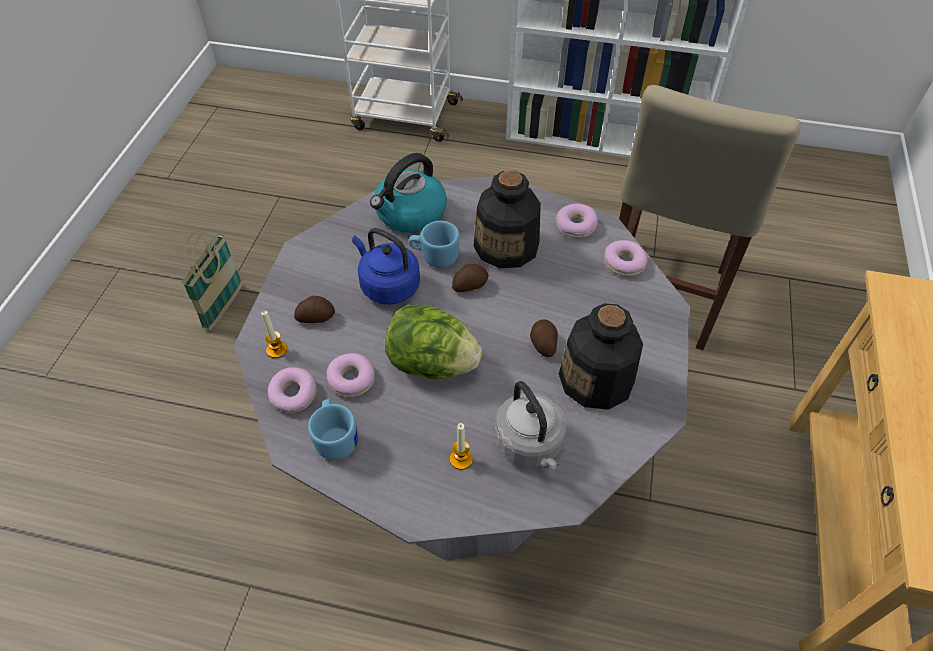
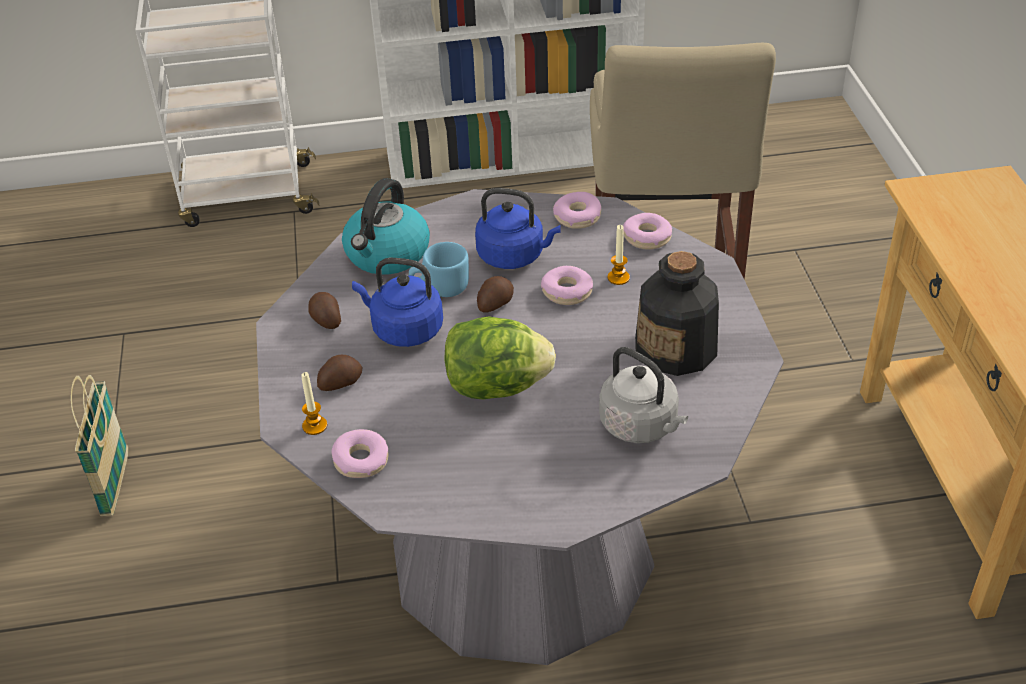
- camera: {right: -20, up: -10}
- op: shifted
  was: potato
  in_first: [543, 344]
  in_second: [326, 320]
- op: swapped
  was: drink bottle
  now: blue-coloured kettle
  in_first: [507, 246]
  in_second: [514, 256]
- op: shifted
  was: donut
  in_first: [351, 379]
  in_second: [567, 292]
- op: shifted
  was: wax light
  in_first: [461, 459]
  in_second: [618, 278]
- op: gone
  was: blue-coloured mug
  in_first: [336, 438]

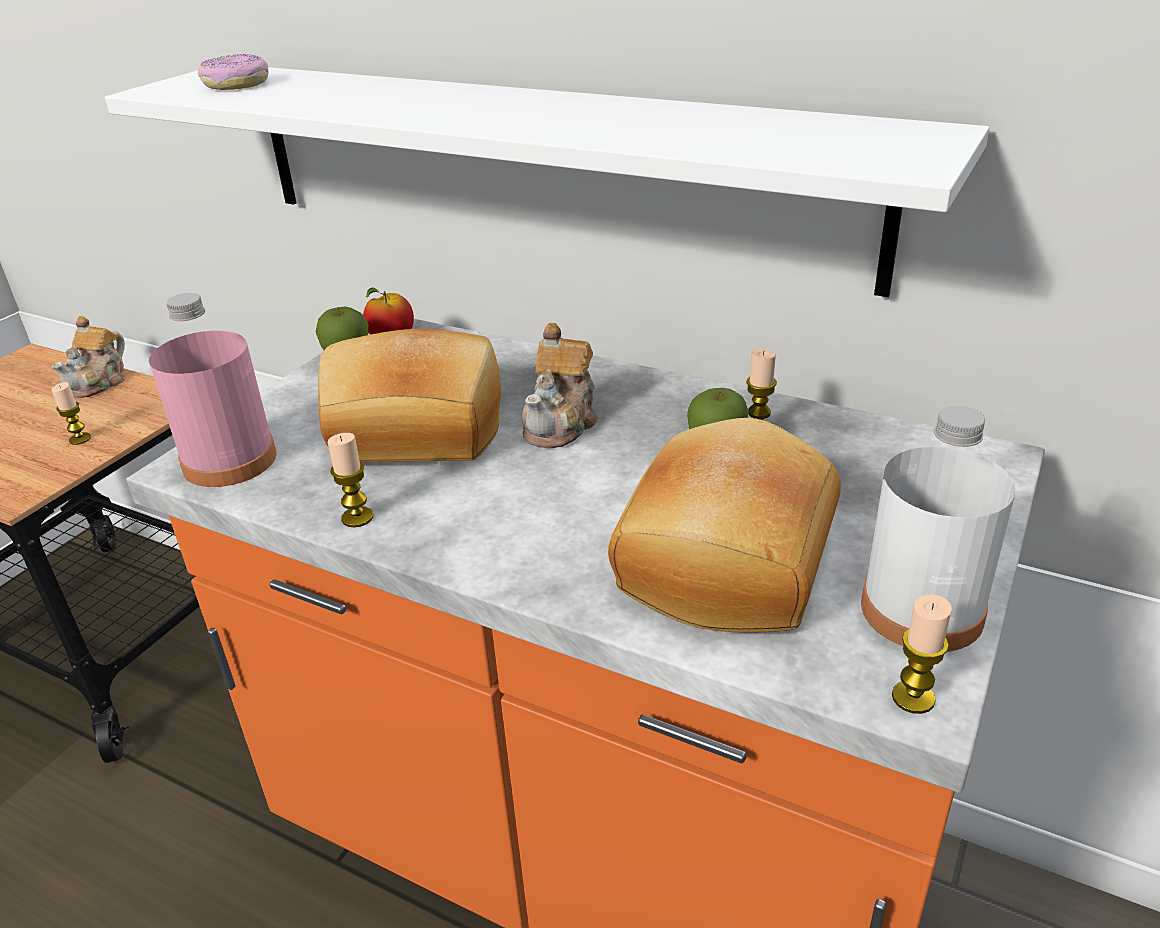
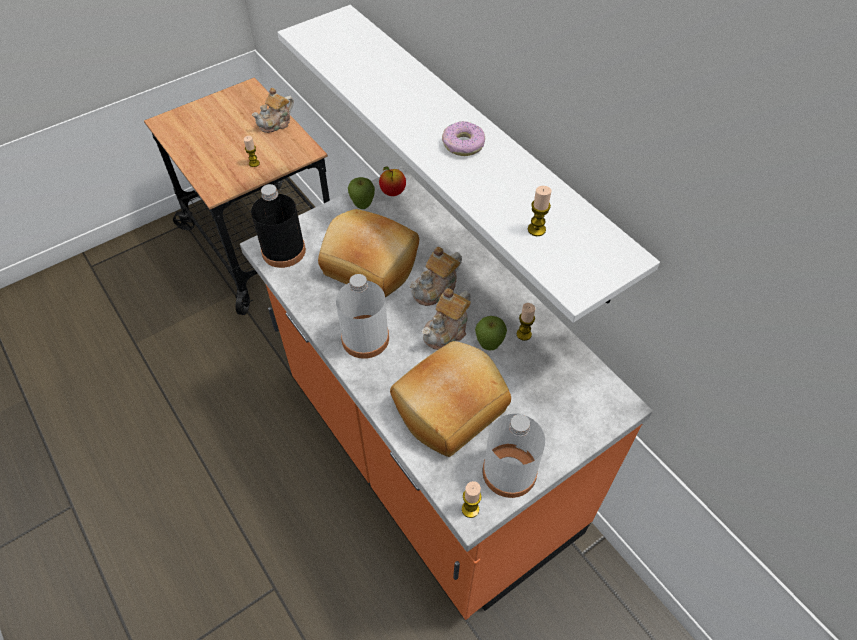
- camera: {right: 25, up: 20}
- op: repainted
  was: pink drink bottle
  now: black drink bottle
  in_first: [230, 461]
  in_second: [283, 251]
- op: new
  now: whitish drink bottle
  in_second: [365, 338]
- op: new
  now: teapot
  in_second: [447, 331]
- op: shifted
  was: donut
  in_first: [236, 84]
  in_second: [463, 144]
- op: shifted
  was: wax light
  in_first: [357, 517]
  in_second: [536, 229]

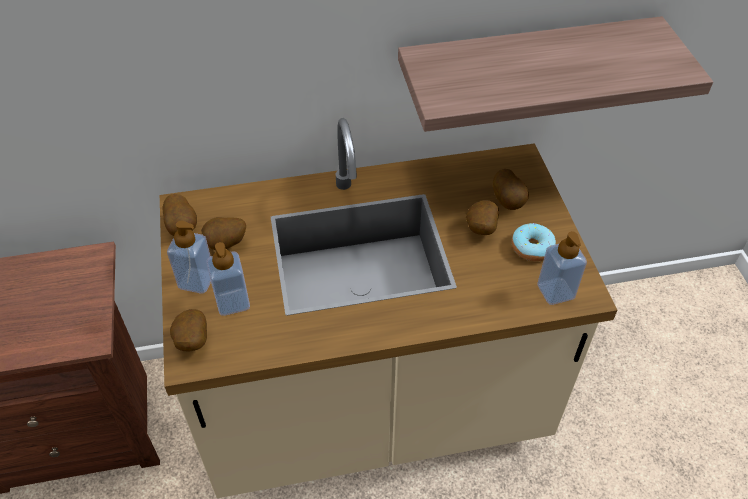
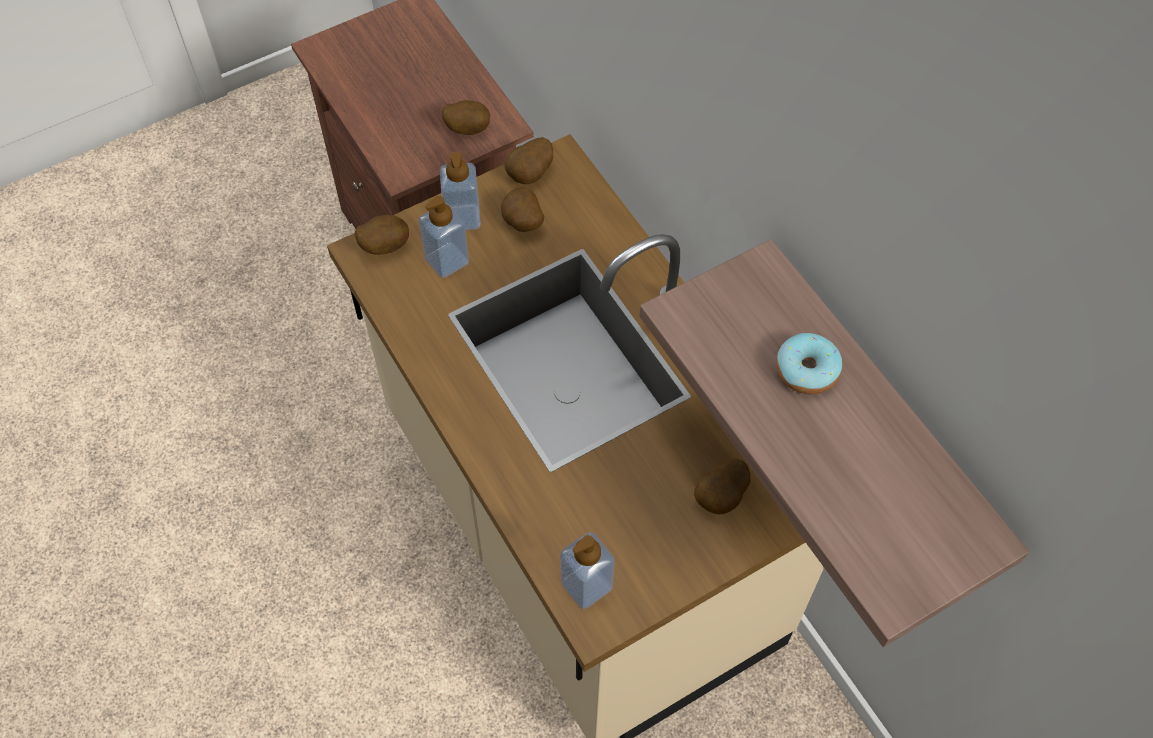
- camera: {right: 70, up: 10}
- op: shifted
  was: potato
  in_first: [480, 230]
  in_second: [467, 128]
- op: shifted
  was: donut
  in_first: [532, 248]
  in_second: [806, 370]

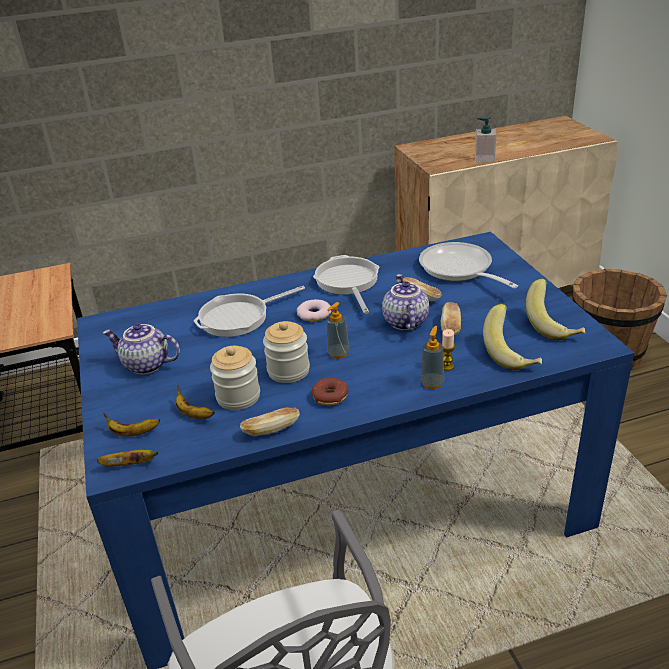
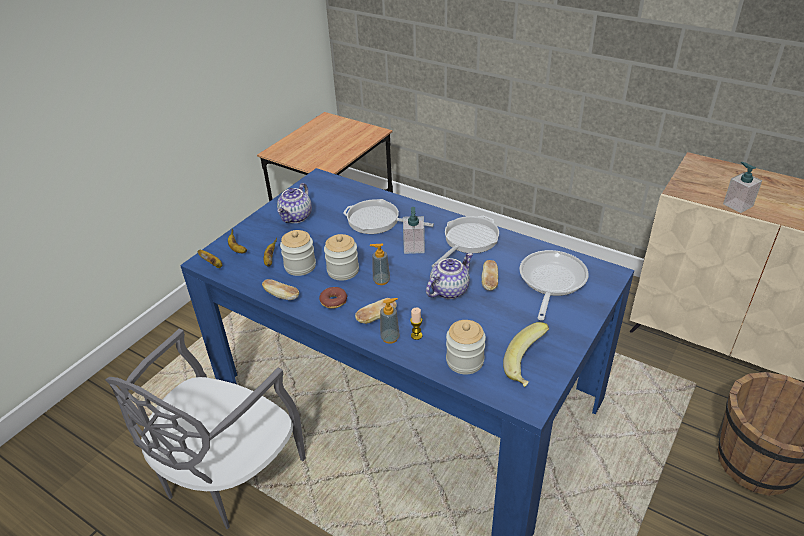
- camera: {right: 50, up: 5}
- op: rotated
  was: teapot
  in_first: [145, 365]
  in_second: [296, 217]
  clockwise: -135
- op: shifted
  was: bread
  in_first: [451, 327]
  in_second: [376, 317]
- op: swapped
  was: donut
  now: liquid soap bottle
  in_first: [314, 314]
  in_second: [414, 247]
- op: swapped
  was: whole banana
  now: jar
  in_first: [512, 354]
  in_second: [465, 361]

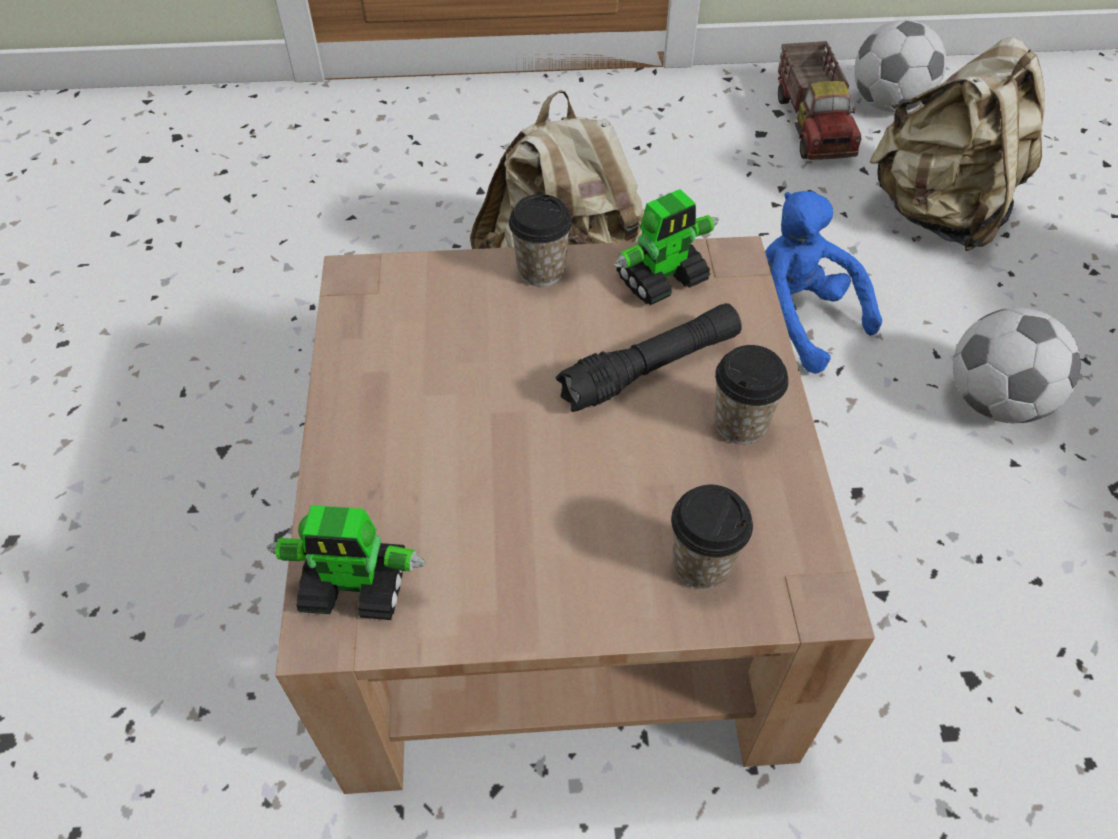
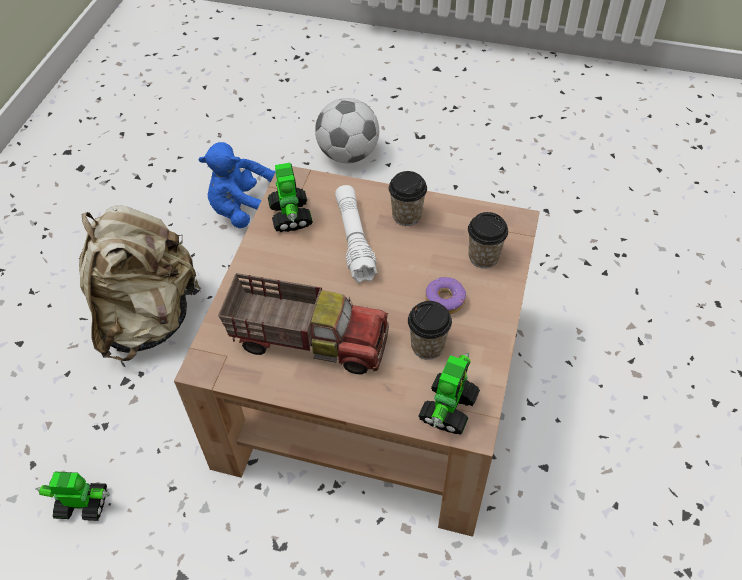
- camera: {right: -70, up: 0}
- op: new
  now: toy robot
  in_second: [82, 504]
- op: shifted
  was: model truck
  in_first: [813, 124]
  in_second: [308, 339]
- op: repainted
  was: black flashlight
  now: whitish flashlight
  in_first: [650, 369]
  in_second: [354, 239]
- op: shifted
  was: drinking cup
  in_first: [541, 270]
  in_second: [427, 346]
- op: new
  now: donut
  in_second: [445, 300]
- op: gone
  was: football ball
  in_first: [887, 104]
- op: gone
  was: sand-coloured backpack
  in_first: [938, 212]

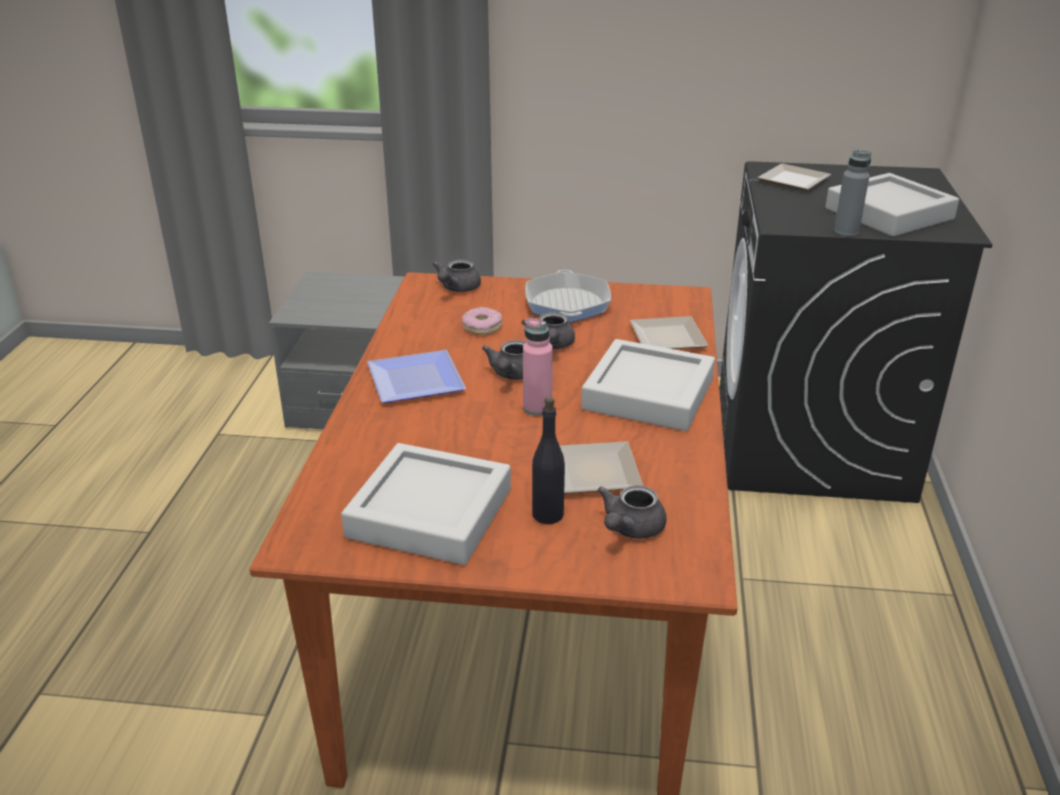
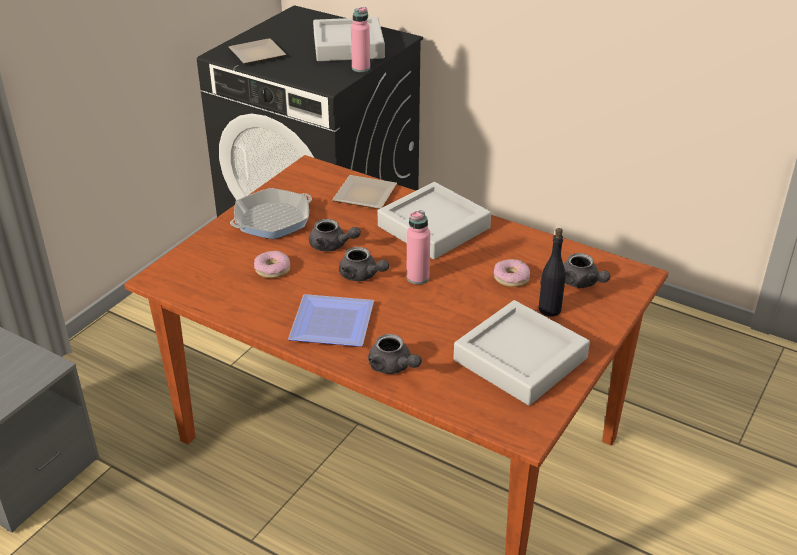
- camera: {right: -65, up: 5}
- op: rotated
  was: frying pan
  in_first: [567, 304]
  in_second: [272, 220]
  clockwise: -60
- op: repainted
  was: greyish drink bottle
  now: pink drink bottle
  in_first: [846, 231]
  in_second: [361, 68]
- op: shifted
  was: greyish teapot
  in_first: [457, 289]
  in_second: [393, 367]
- op: swapped
  was: dinner plate
  now: donut
  in_first: [592, 471]
  in_second: [511, 278]

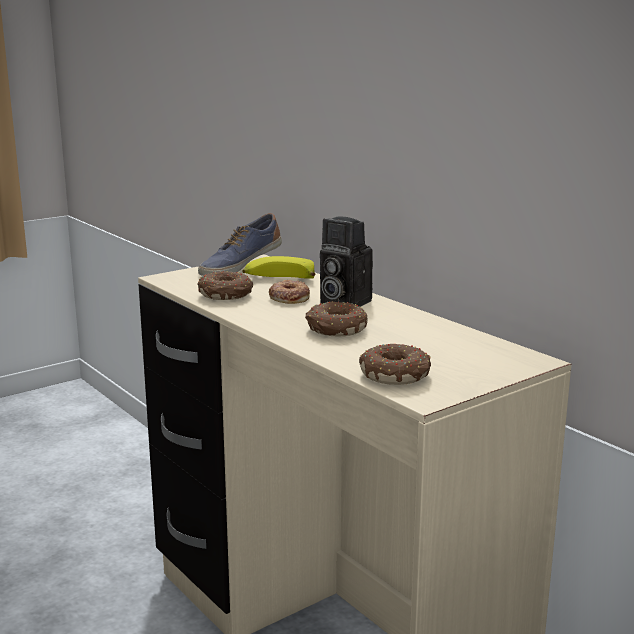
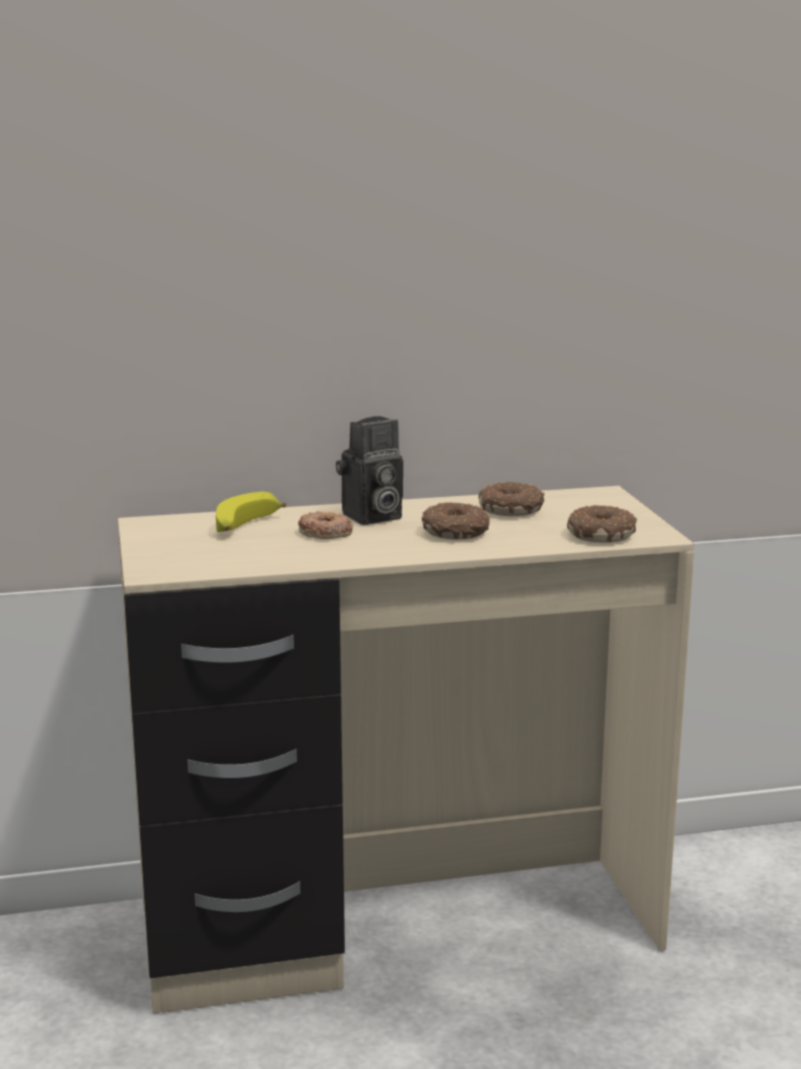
- camera: {right: -65, up: 0}
- op: shifted
  was: donut
  in_first: [226, 295]
  in_second: [512, 510]
- op: gone
  was: item of footwear
  in_first: [240, 266]

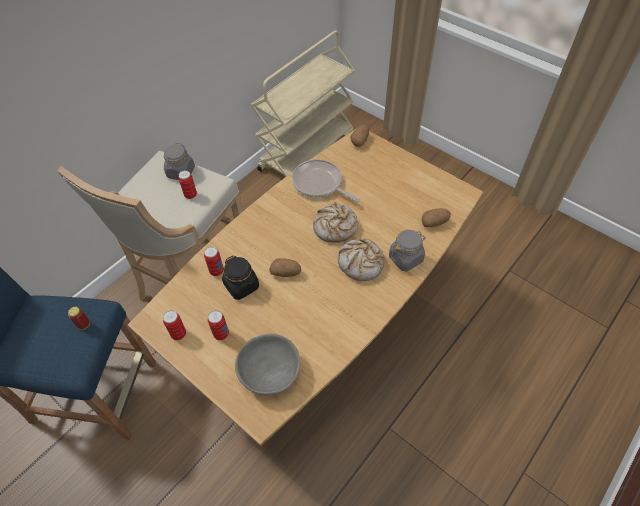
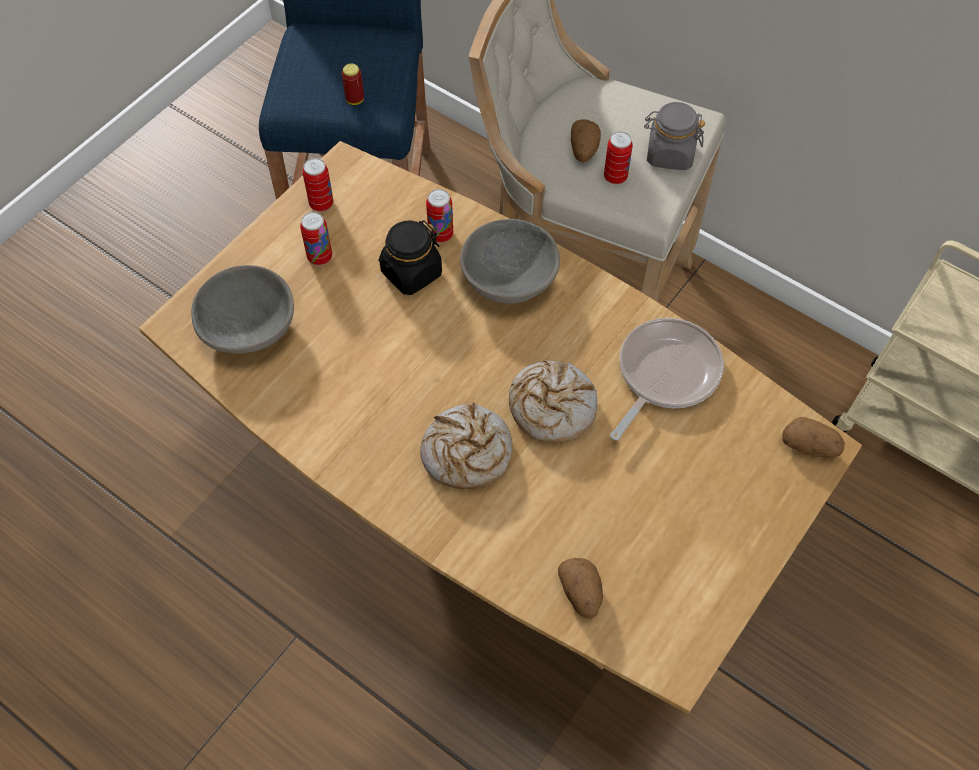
- camera: {right: 85, up: 5}
- op: new
  now: greyish deep dish
  in_second: [510, 278]
- op: shifted
  was: potato
  in_first: [286, 272]
  in_second: [583, 150]
- op: gone
  was: greyish jar
  in_first: [406, 258]

